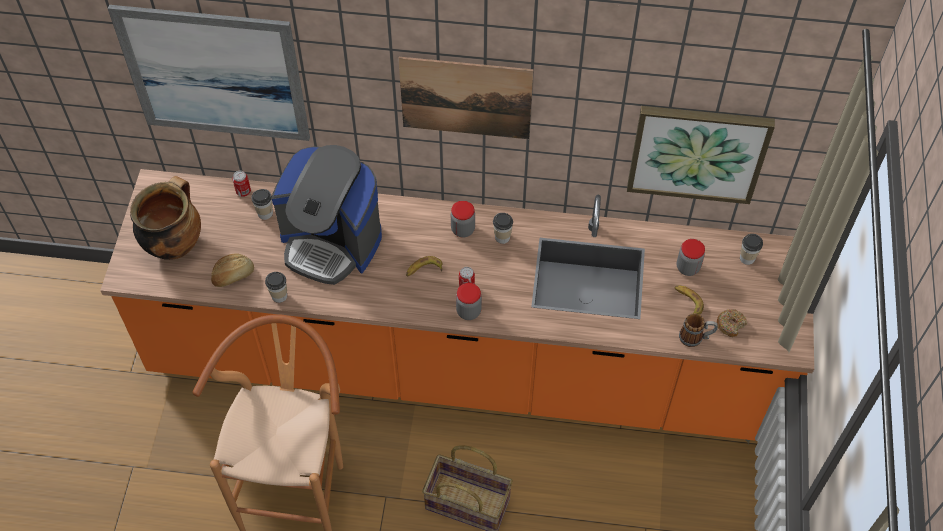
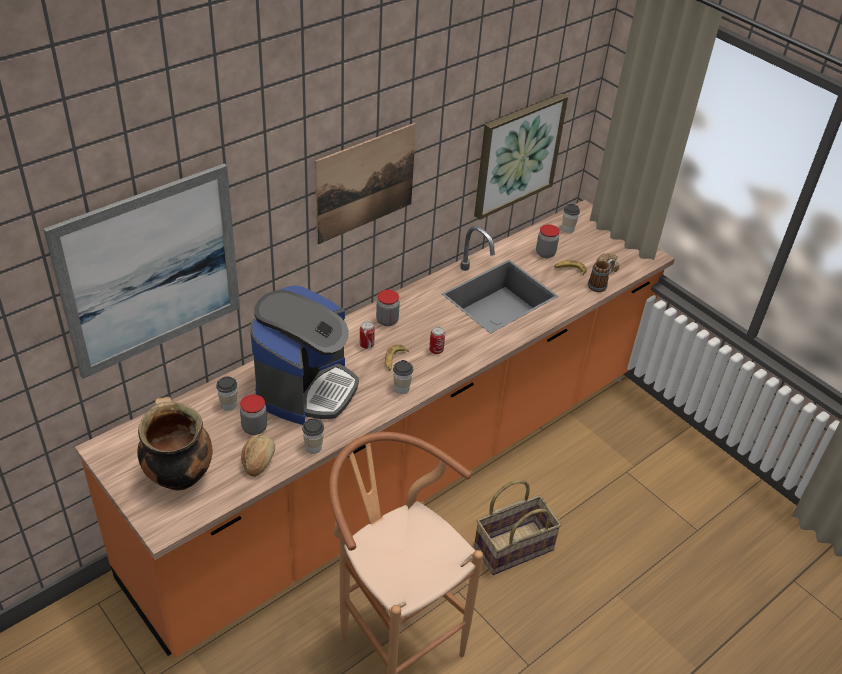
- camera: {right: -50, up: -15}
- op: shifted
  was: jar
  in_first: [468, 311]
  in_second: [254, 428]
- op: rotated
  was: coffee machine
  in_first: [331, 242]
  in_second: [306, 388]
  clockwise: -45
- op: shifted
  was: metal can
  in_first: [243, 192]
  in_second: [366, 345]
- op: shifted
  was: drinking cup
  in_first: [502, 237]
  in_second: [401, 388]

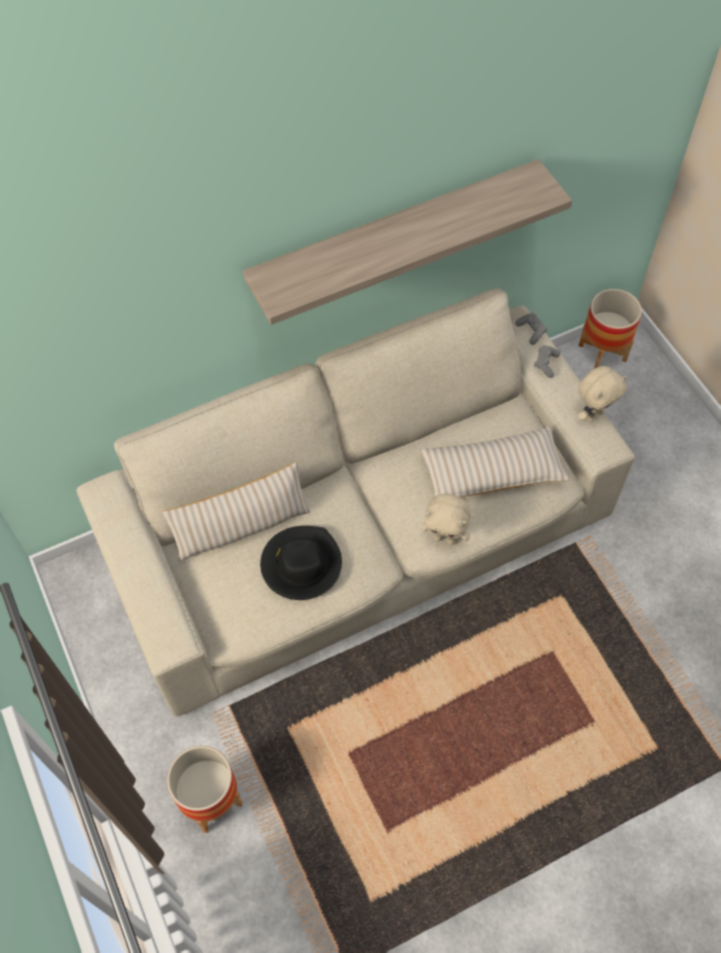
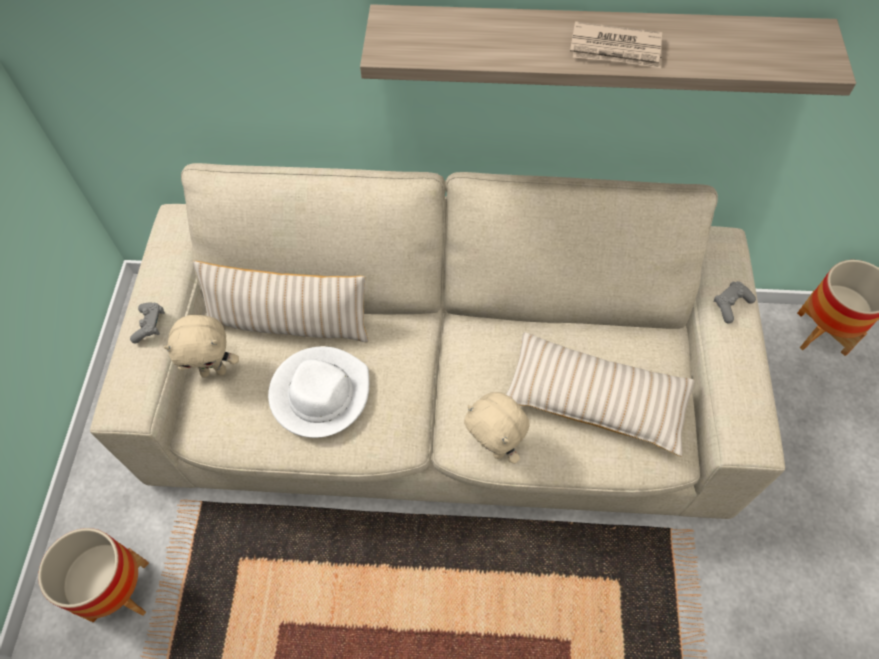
- camera: {right: 30, up: 0}
- op: shifted
  was: greyish game controller
  in_first: [531, 331]
  in_second: [150, 325]
- op: shifted
  was: sand-coloured plush toy
  in_first: [593, 414]
  in_second: [214, 371]
- op: repainted
  was: black clothing hat
  now: whitish clothing hat
  in_first: [301, 564]
  in_second: [320, 393]
- op: new
  now: newspaper
  in_second: [616, 49]

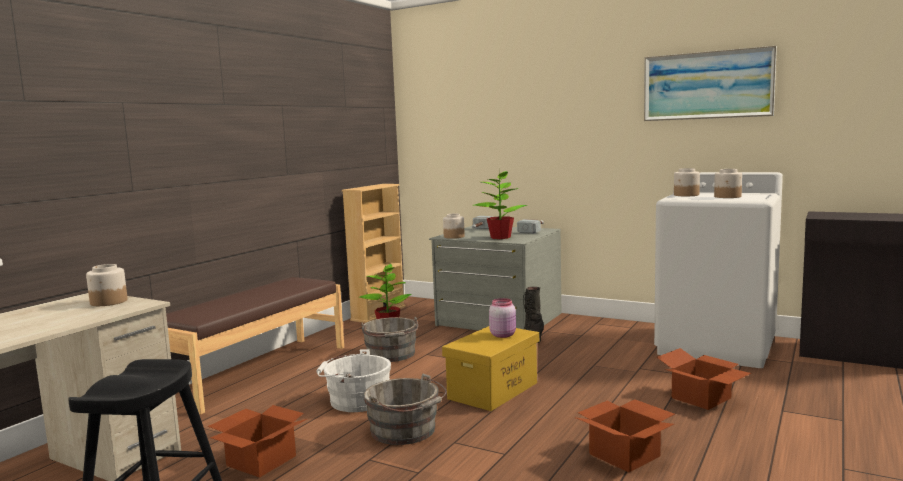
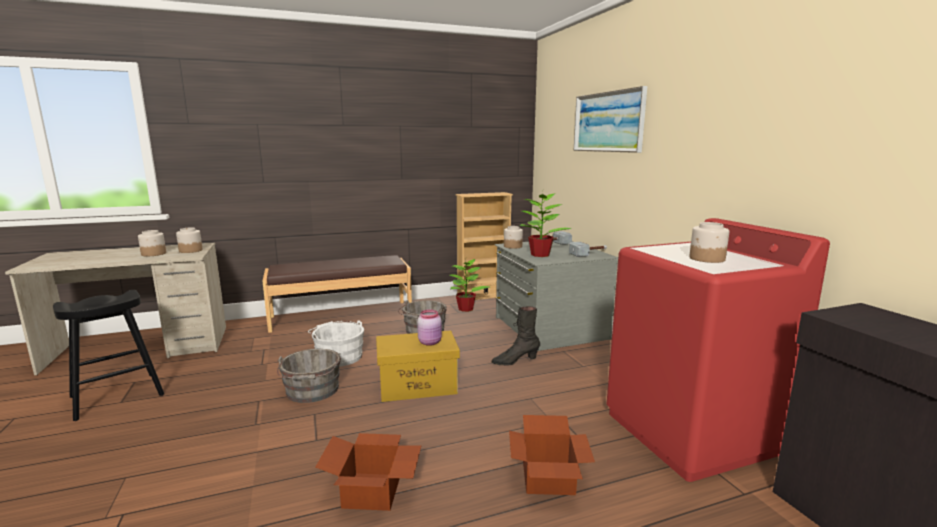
- camera: {right: 40, up: 5}
- op: shifted
  was: jar
  in_first: [686, 195]
  in_second: [153, 254]
- op: shifted
  was: wall art
  in_first: [707, 85]
  in_second: [608, 122]
- op: repainted
  was: whitish laundry machine
  now: reddish laundry machine
  in_first: [717, 346]
  in_second: [691, 432]
- op: gone
  was: cardboard box
  in_first: [261, 460]

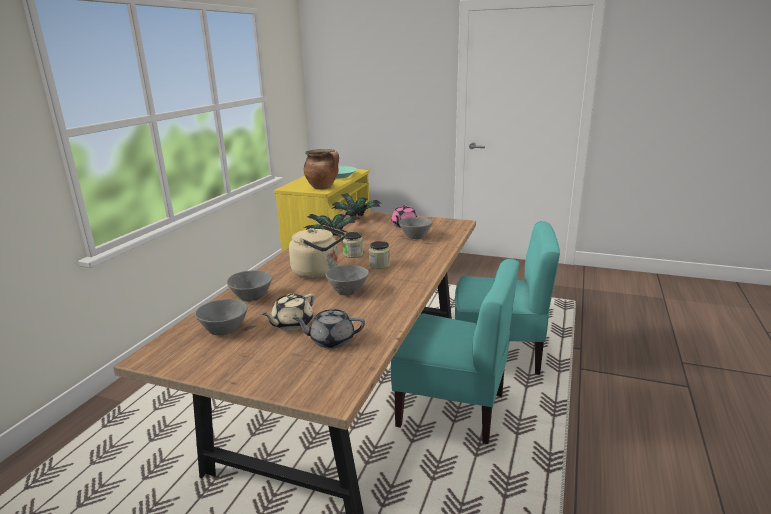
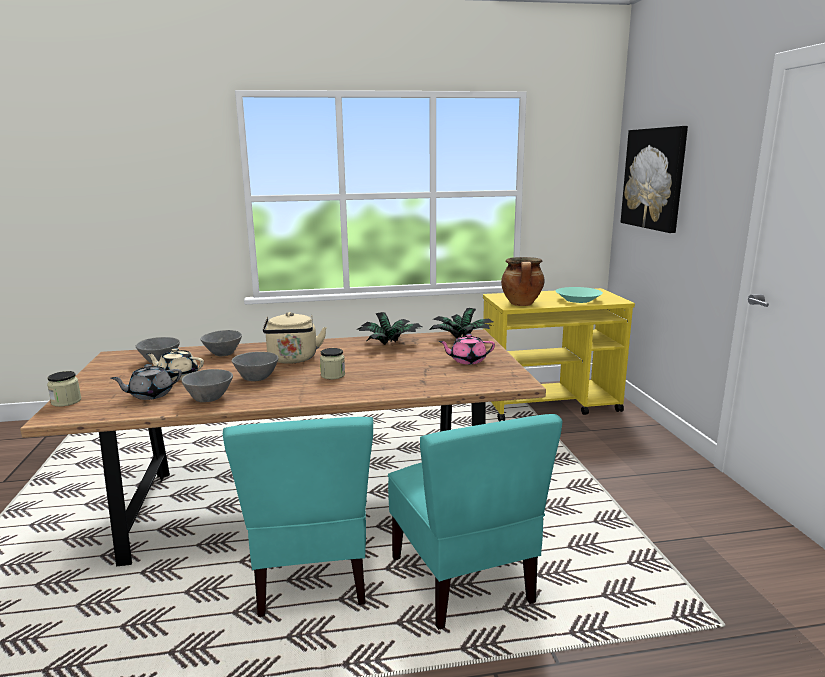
- camera: {right: 60, up: -5}
- op: shifted
  was: jar
  in_first: [353, 254]
  in_second: [66, 401]
- op: rotated
  was: greyish teapot
  in_first: [331, 340]
  in_second: [150, 395]
  clockwise: -90
- op: shifted
  was: greyish deep dish
  in_first: [416, 236]
  in_second: [210, 398]
- op: new
  now: wall art
  in_second: [654, 178]

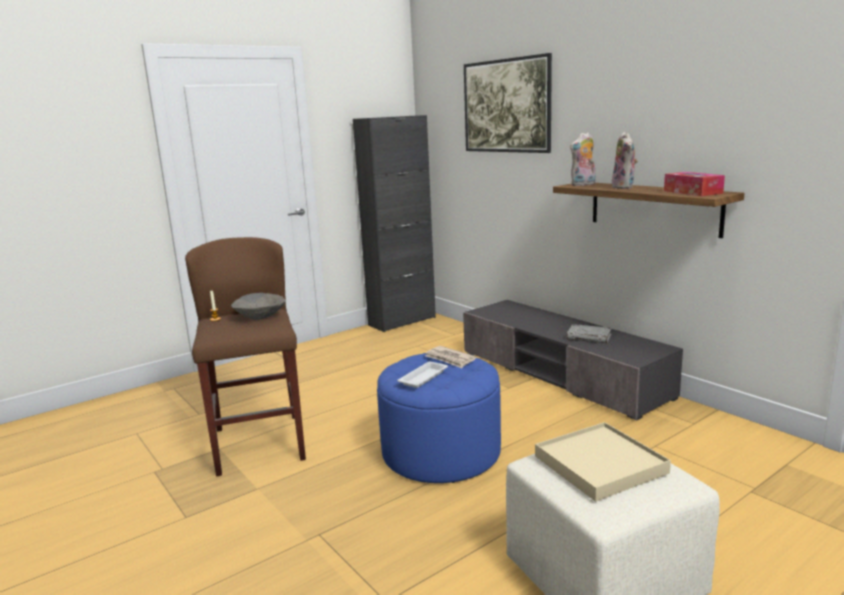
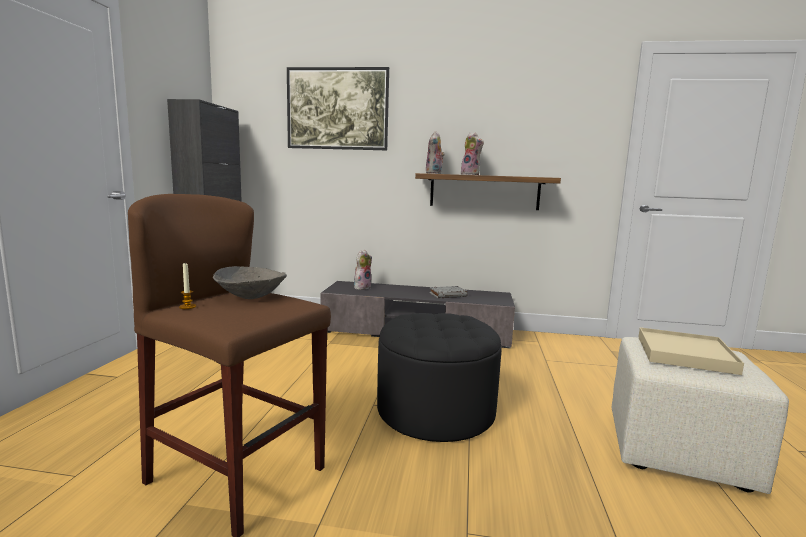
- camera: {right: -45, up: -5}
- op: new
  now: plush toy
  in_second: [362, 287]
- op: repainted
  was: blue-coloured pouffe
  now: black pouffe
  in_first: [441, 452]
  in_second: [435, 411]
- op: gone
  was: whitish serving tray
  in_first: [424, 377]
- op: gone
  was: newspaper
  in_first: [449, 359]
- op: gone
  was: tissue box
  in_first: [692, 192]

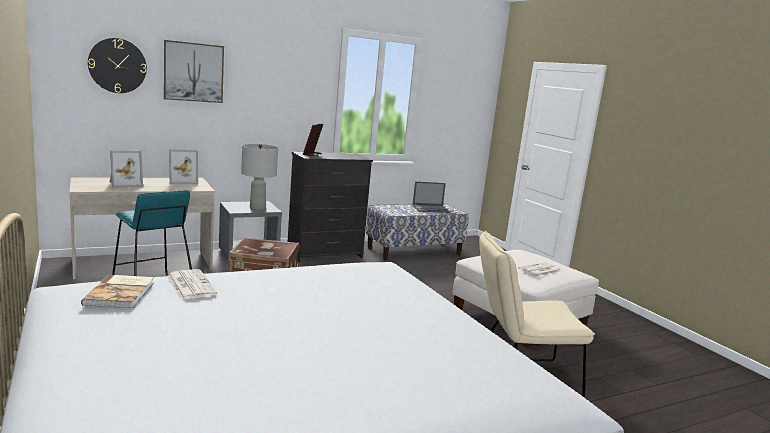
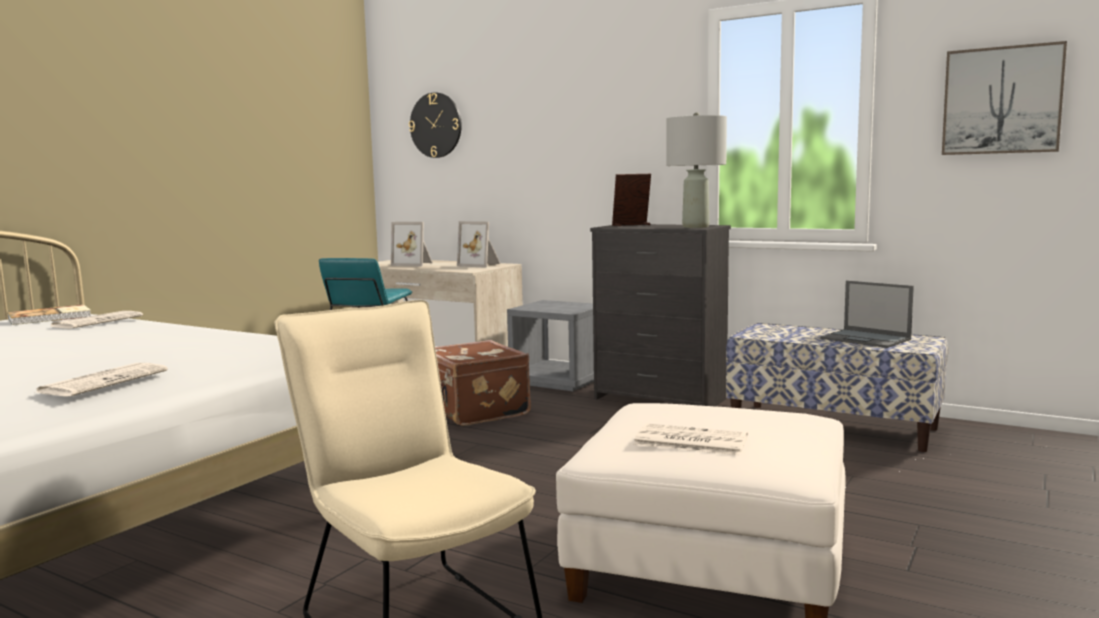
- camera: {right: 60, up: -5}
- op: new
  now: newspaper
  in_second: [104, 381]
- op: shifted
  was: greyish tabletop lamp
  in_first: [257, 209]
  in_second: [695, 227]
- op: shifted
  was: wall art
  in_first: [193, 72]
  in_second: [1002, 100]

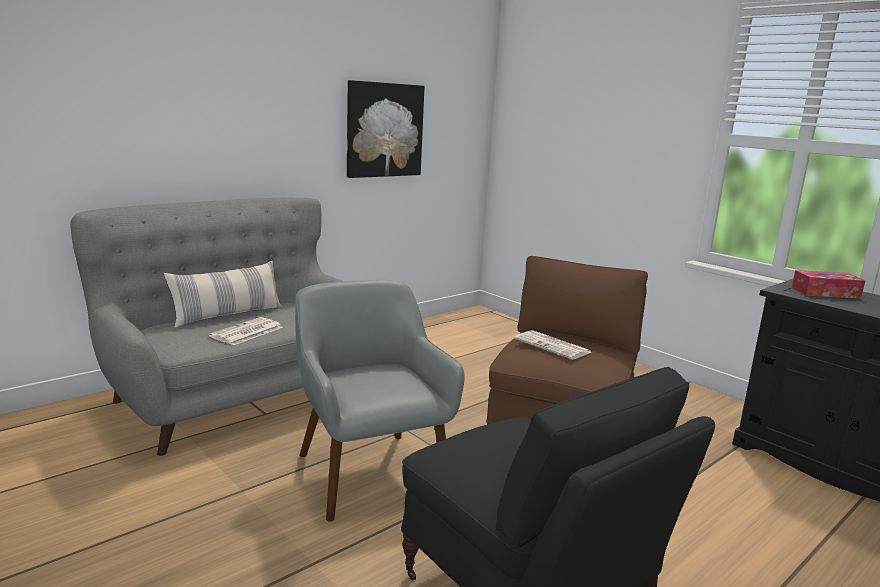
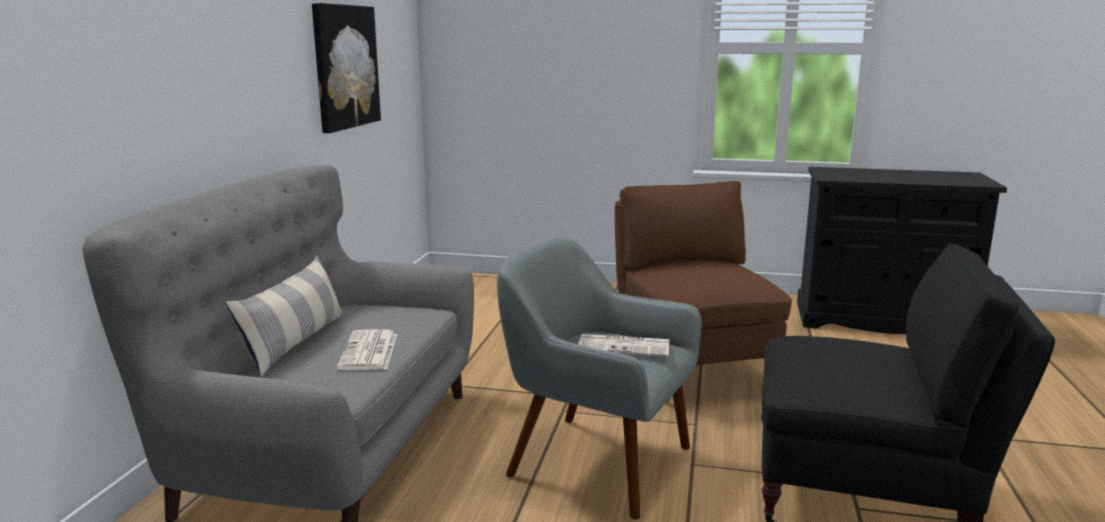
- camera: {right: -35, up: 0}
- op: shifted
  was: newspaper
  in_first: [553, 346]
  in_second: [625, 347]
- op: gone
  was: tissue box
  in_first: [825, 293]

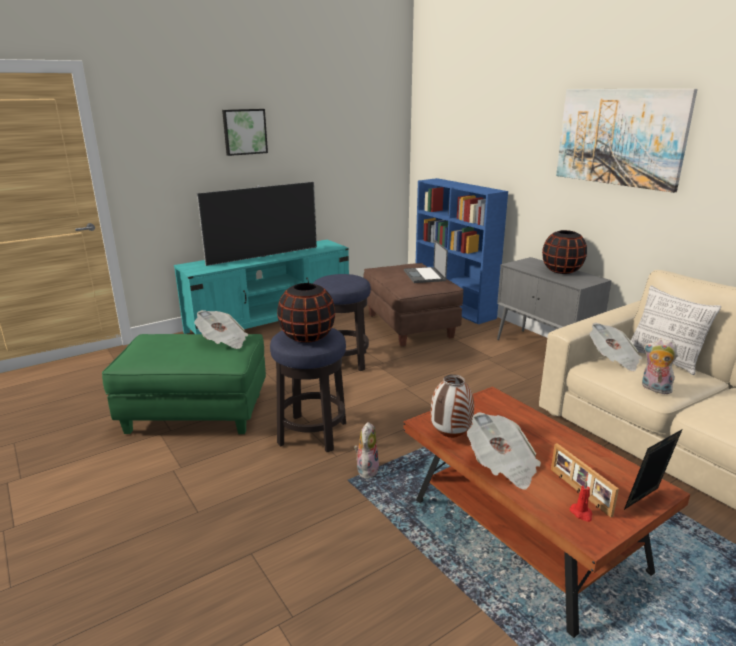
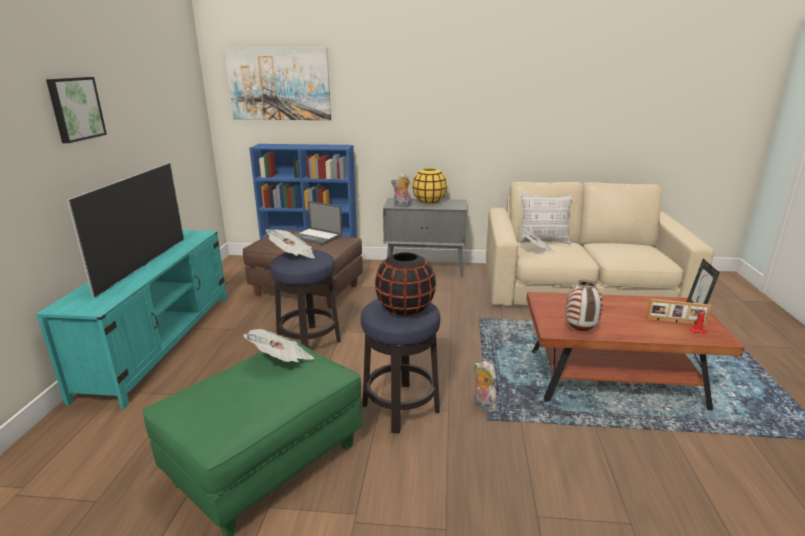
- camera: {right: -50, up: 0}
- op: shifted
  was: wall art
  in_first: [620, 137]
  in_second: [279, 84]
- op: shifted
  was: newspaper
  in_first: [502, 466]
  in_second: [292, 255]
- op: shifted
  was: plush toy
  in_first: [654, 389]
  in_second: [401, 206]
- op: repainted
  was: black decorative vase
  now: yellow decorative vase
  in_first: [562, 271]
  in_second: [429, 201]

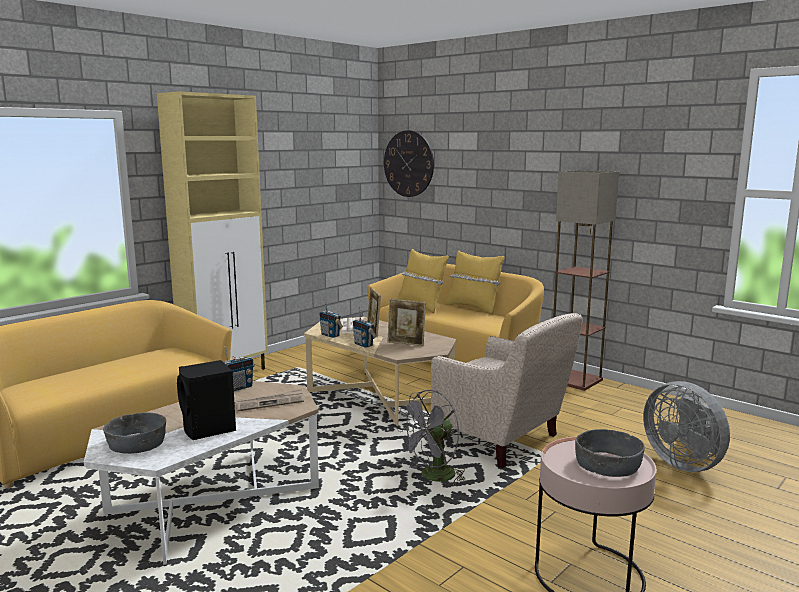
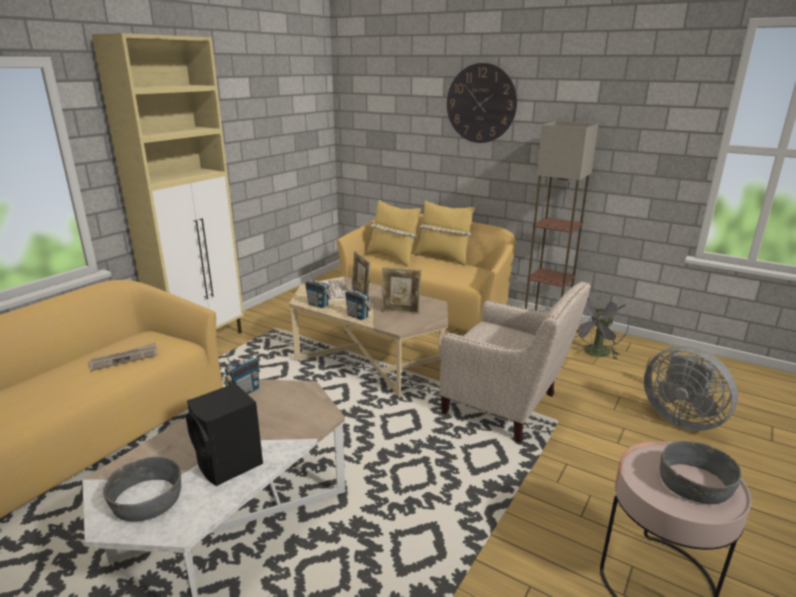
- camera: {right: -10, up: 10}
- op: shifted
  was: newspaper
  in_first: [270, 402]
  in_second: [124, 358]
- op: shifted
  was: wall clock
  in_first: [408, 163]
  in_second: [481, 103]
- op: shifted
  was: greyish cooling fan
  in_first: [433, 477]
  in_second: [595, 354]

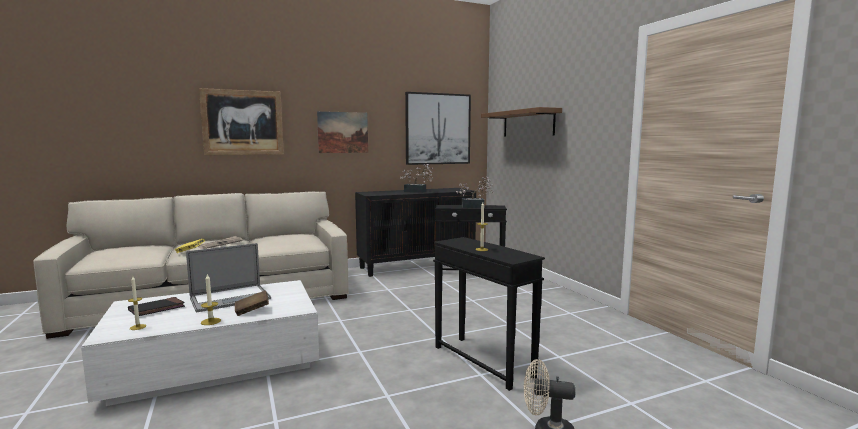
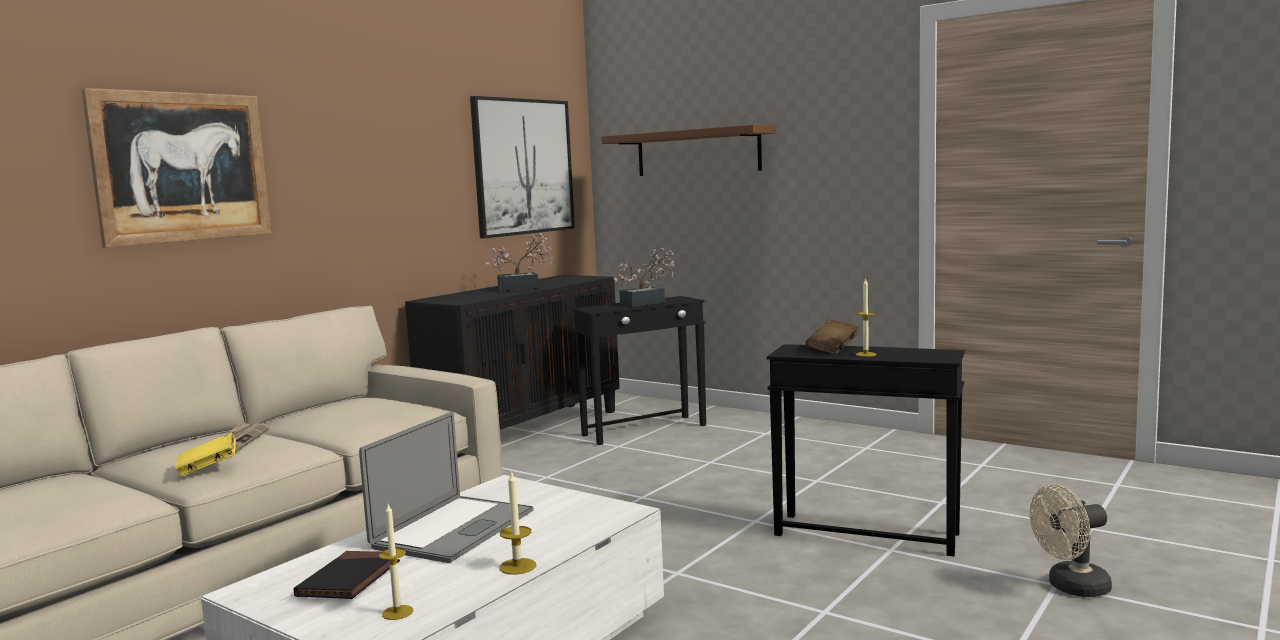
- camera: {right: -30, up: 0}
- op: shifted
  was: brownish bound book
  in_first: [252, 311]
  in_second: [832, 349]
- op: gone
  was: wall art
  in_first: [343, 132]

